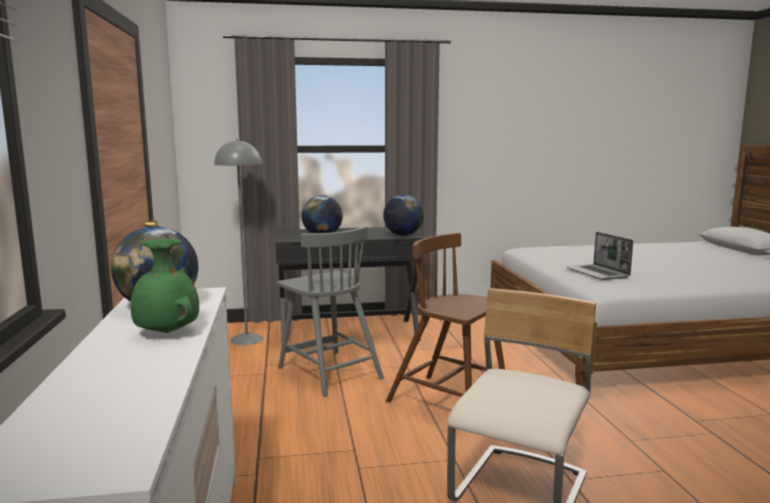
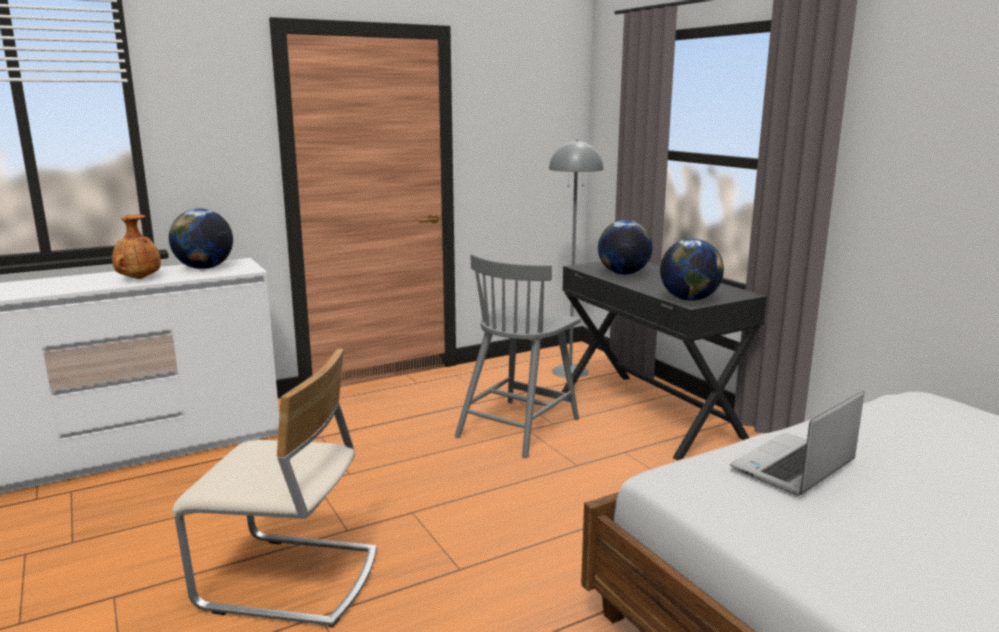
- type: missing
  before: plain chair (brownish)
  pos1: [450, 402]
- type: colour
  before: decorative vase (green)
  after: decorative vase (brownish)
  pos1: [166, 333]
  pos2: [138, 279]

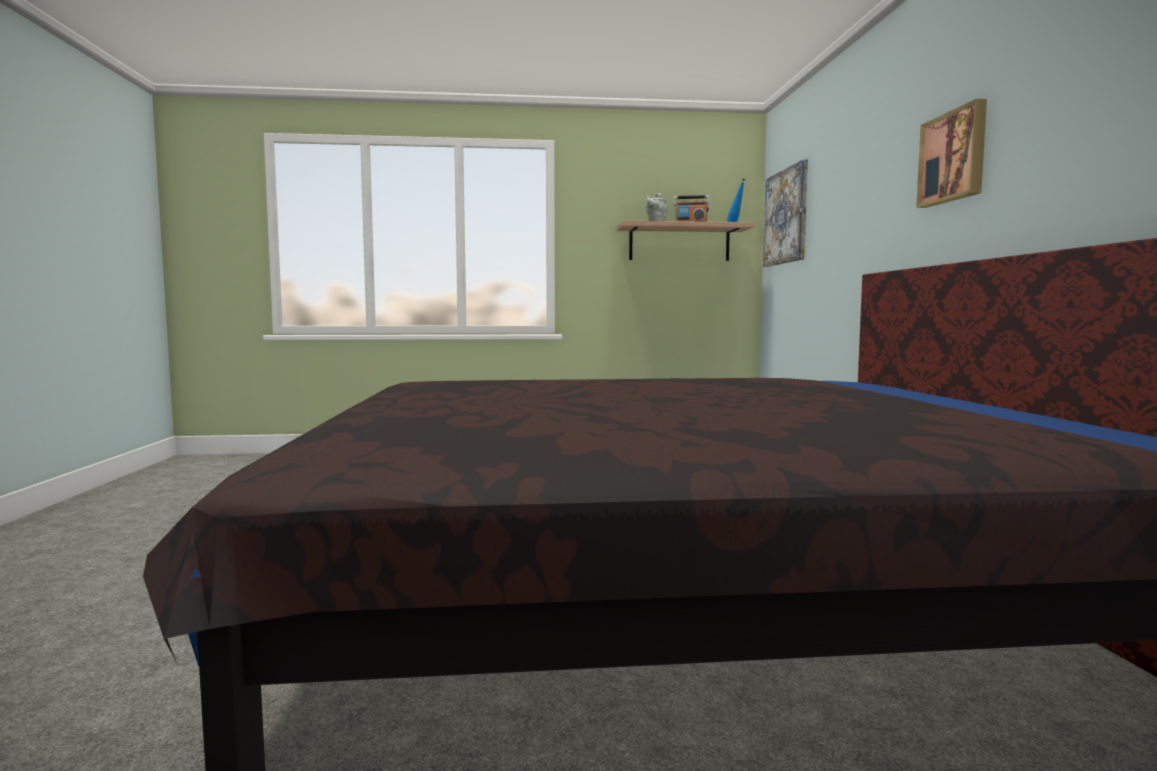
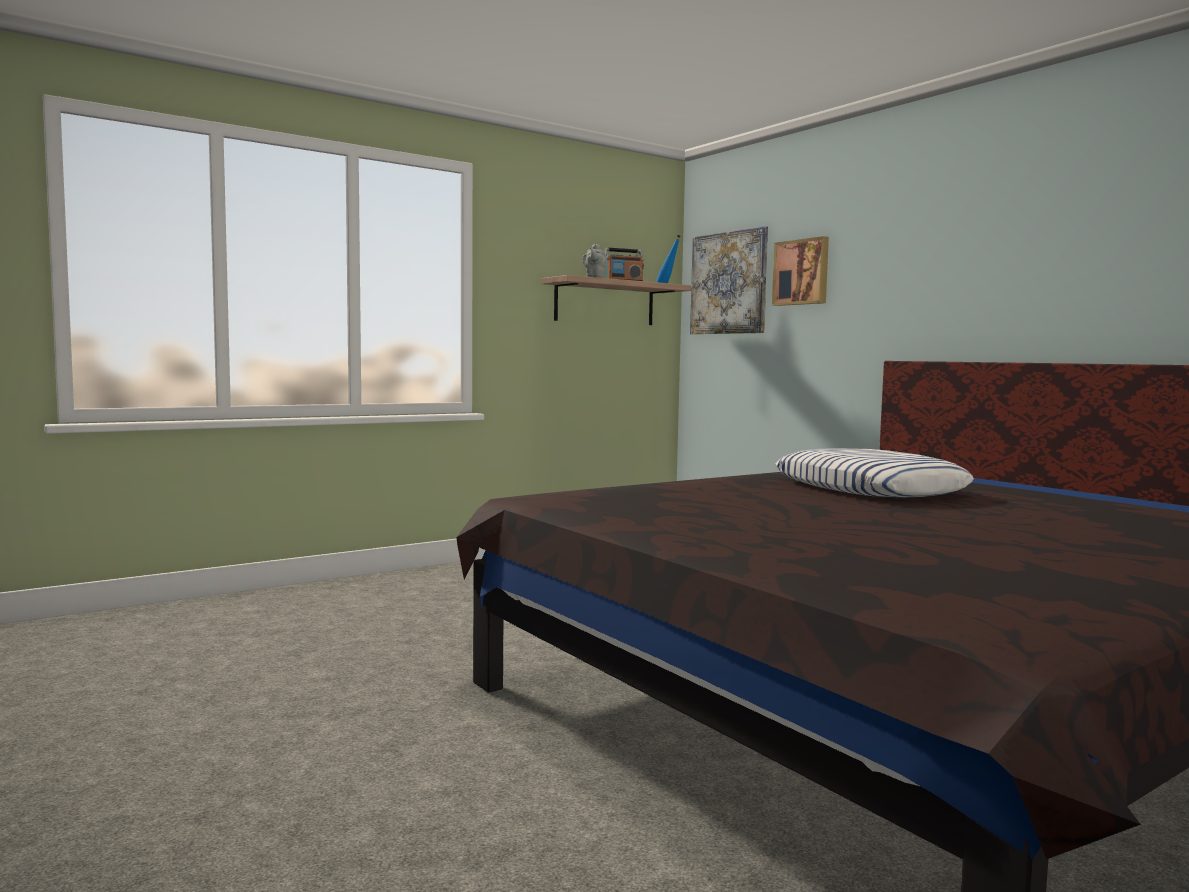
- type: relocated
  before: wall art
  pos1: [954, 157]
  pos2: [802, 272]
- type: appeared
  after: pillow
  pos2: [869, 488]

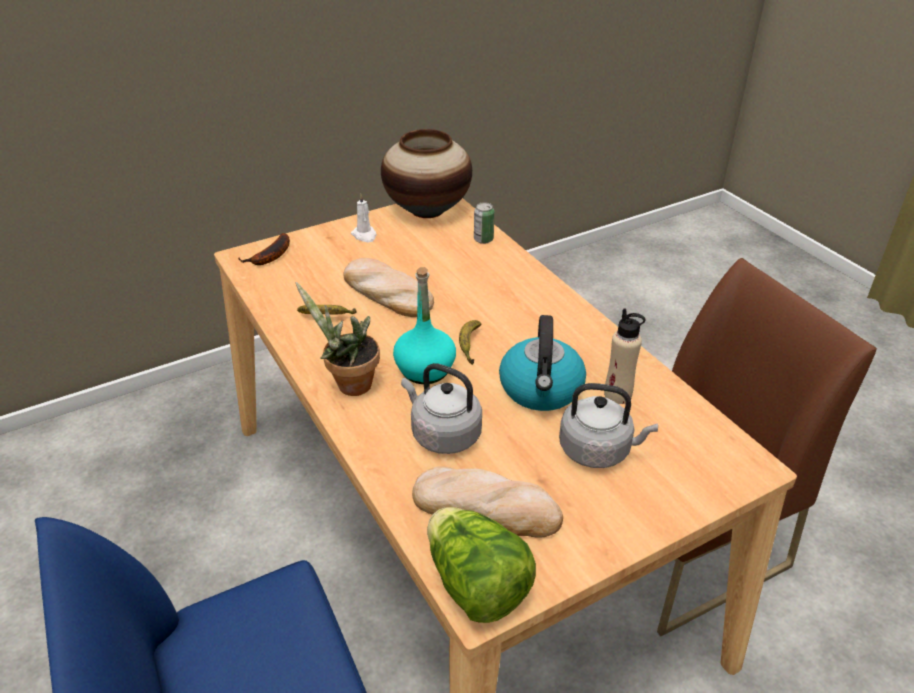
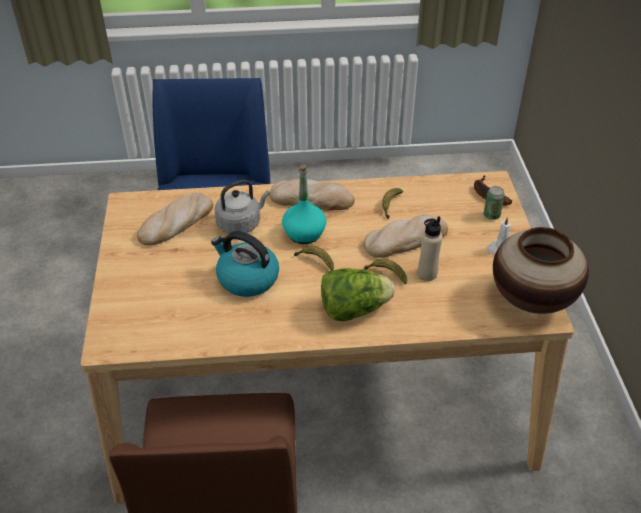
- type: relocated
  before: can
  pos1: [483, 239]
  pos2: [491, 215]
- type: exchanged
  before: houseplant
  after: baked bread
  pos1: [349, 384]
  pos2: [312, 199]
- type: relocated
  before: drink bottle (beige-coloured)
  pos1: [618, 395]
  pos2: [427, 274]
- type: missing
  before: tea kettle (greyish)
  pos1: [598, 450]
- type: relocated
  before: head of lettuce
  pos1: [475, 586]
  pos2: [354, 309]
- type: appeared
  after: banana fruit
  pos2: [387, 274]

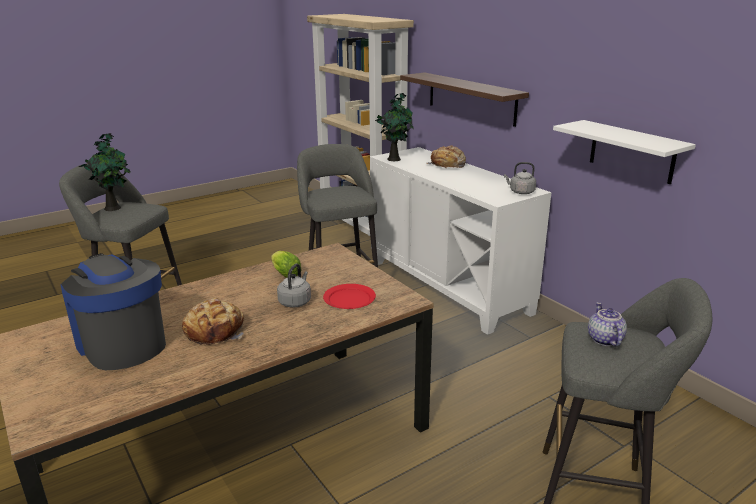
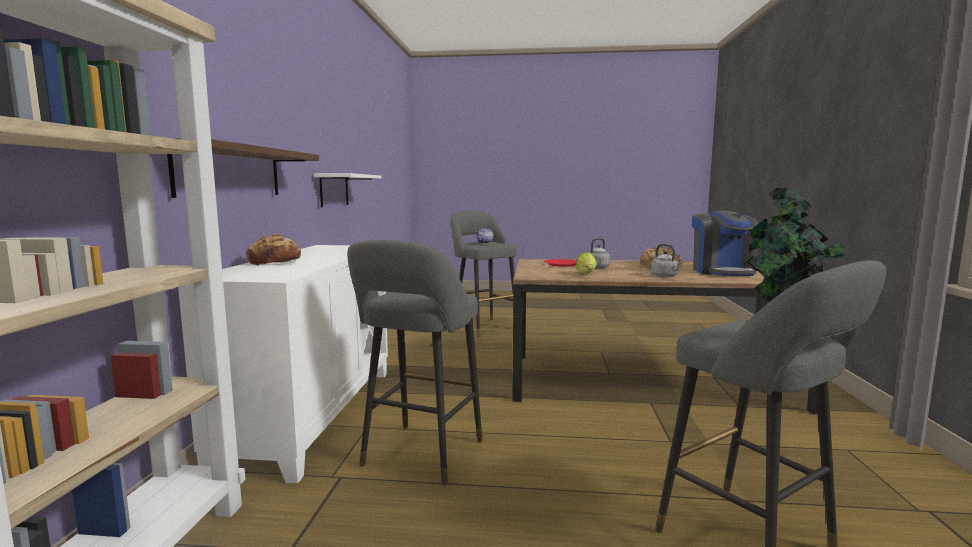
- type: missing
  before: houseplant
  pos1: [395, 159]
- type: relocated
  before: tea kettle (greyish)
  pos1: [520, 192]
  pos2: [666, 276]

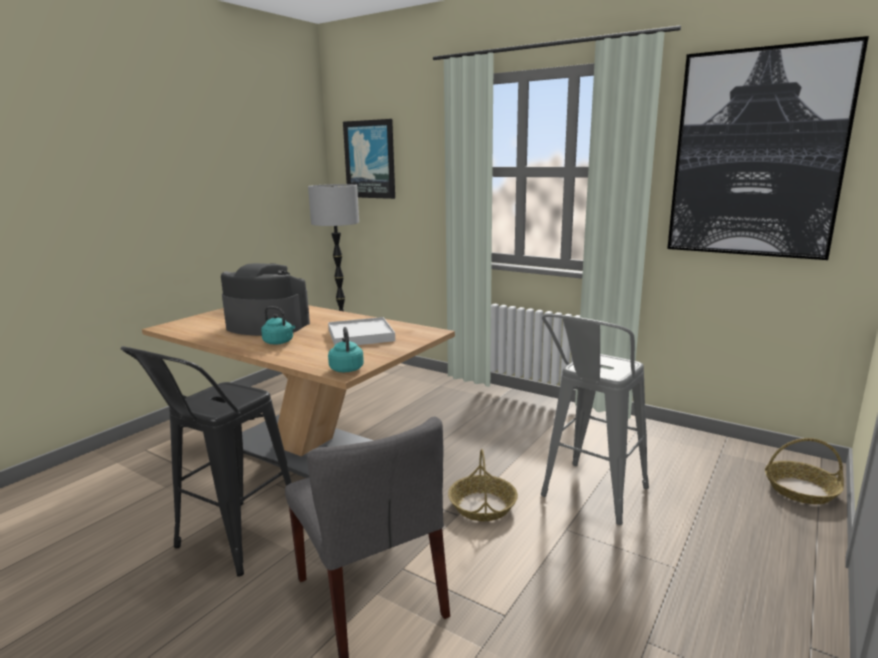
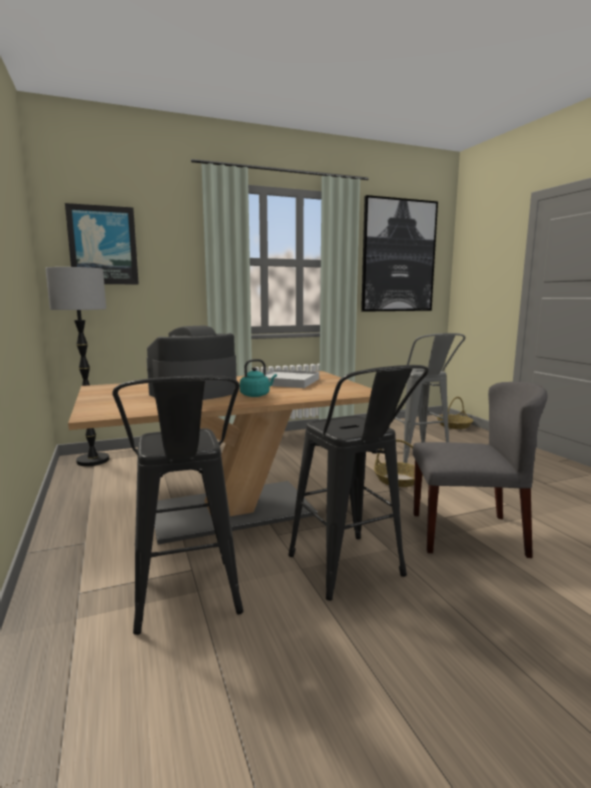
- type: missing
  before: tea kettle (turquoise)
  pos1: [346, 368]
- type: appeared
  after: stool seat (blackish)
  pos2: [186, 603]

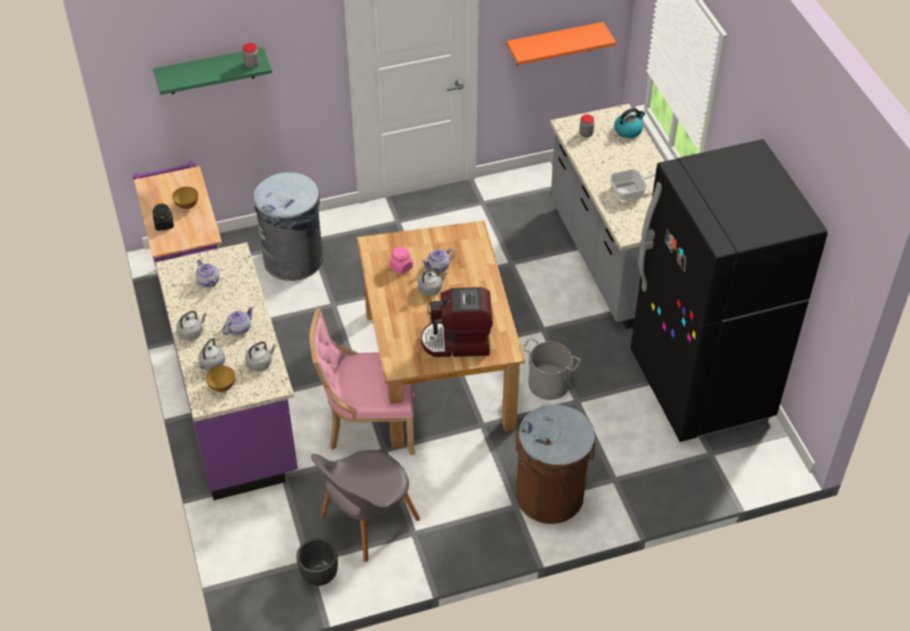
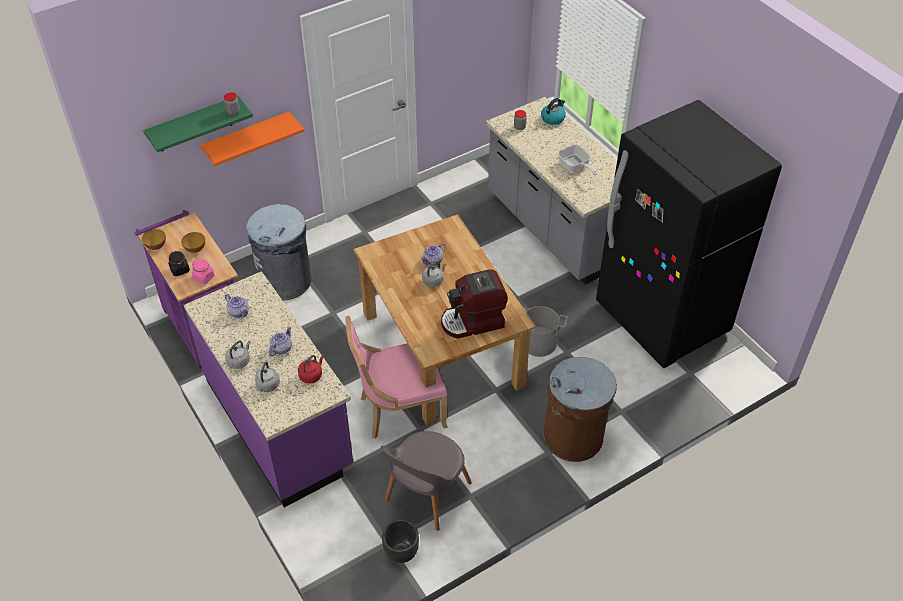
- type: relocated
  before: bracket shelf (orange-coloured)
  pos1: [554, 44]
  pos2: [247, 139]
- type: spun
  before: pan
  pos1: [632, 191]
  pos2: [575, 167]
  turn: 90
- type: relocated
  before: preserve jar (pink)
  pos1: [401, 267]
  pos2: [204, 277]
- type: colour
  before: tea kettle (greyish)
  after: tea kettle (red-coloured)
  pos1: [260, 363]
  pos2: [311, 375]
- type: relocated
  before: bowl
  pos1: [222, 387]
  pos2: [156, 246]

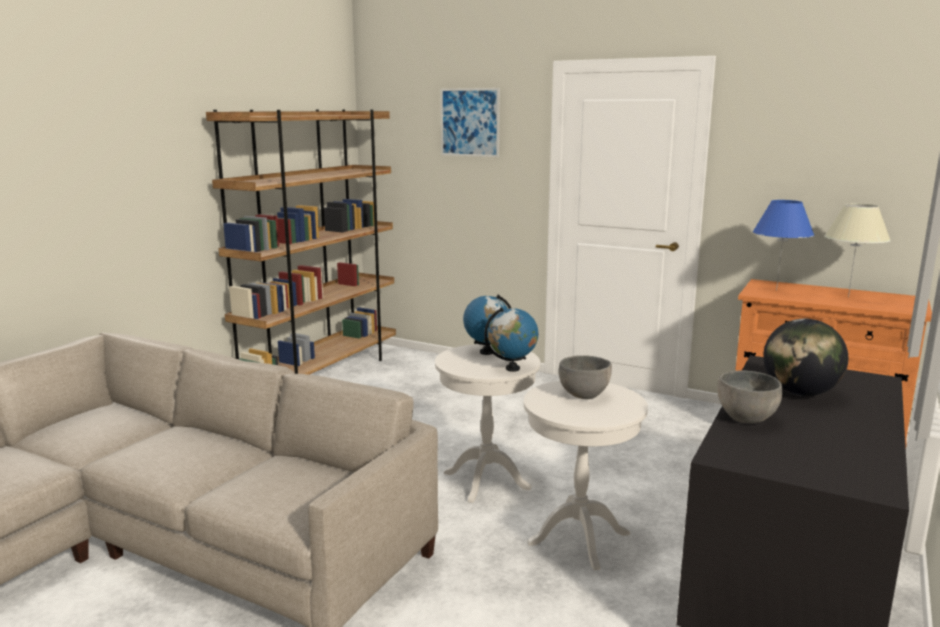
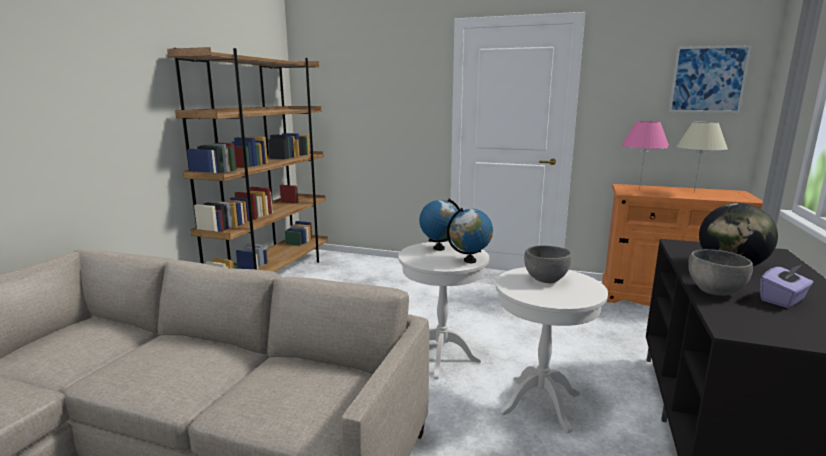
- type: relocated
  before: wall art
  pos1: [469, 122]
  pos2: [708, 79]
- type: colour
  before: tabletop lamp (blue-coloured)
  after: tabletop lamp (pink)
  pos1: [776, 290]
  pos2: [639, 190]
- type: appeared
  after: box of tissues (purple)
  pos2: [783, 300]

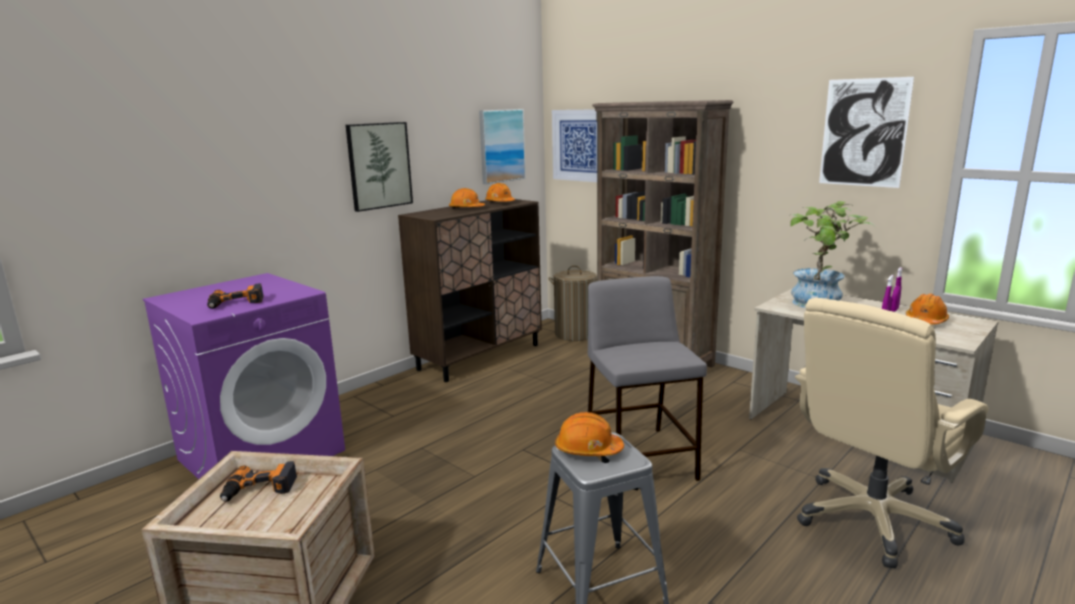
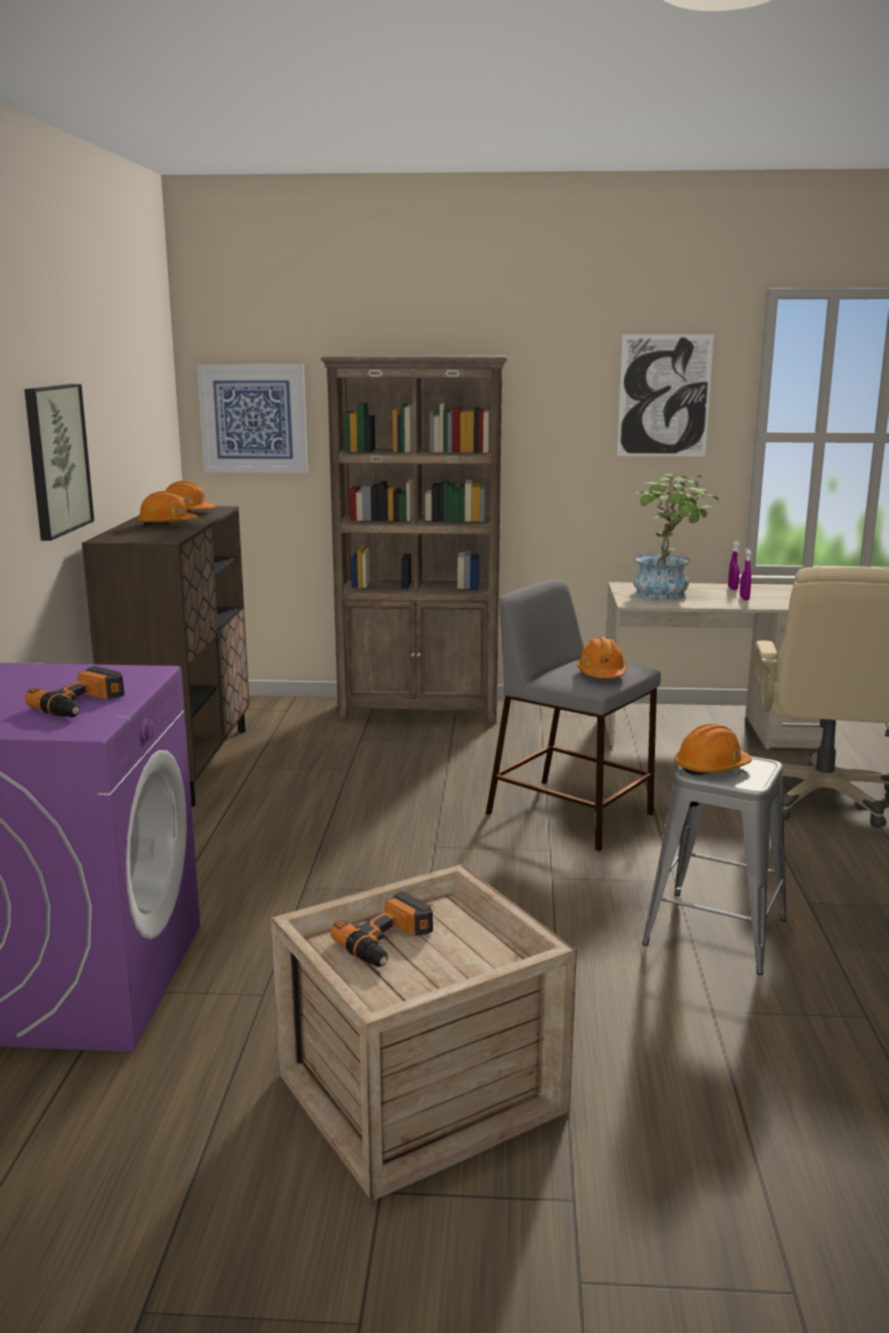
- type: missing
  before: wall art
  pos1: [501, 145]
- type: missing
  before: laundry basket
  pos1: [575, 334]
- type: relocated
  before: safety helmet (orange-coloured)
  pos1: [925, 321]
  pos2: [601, 674]

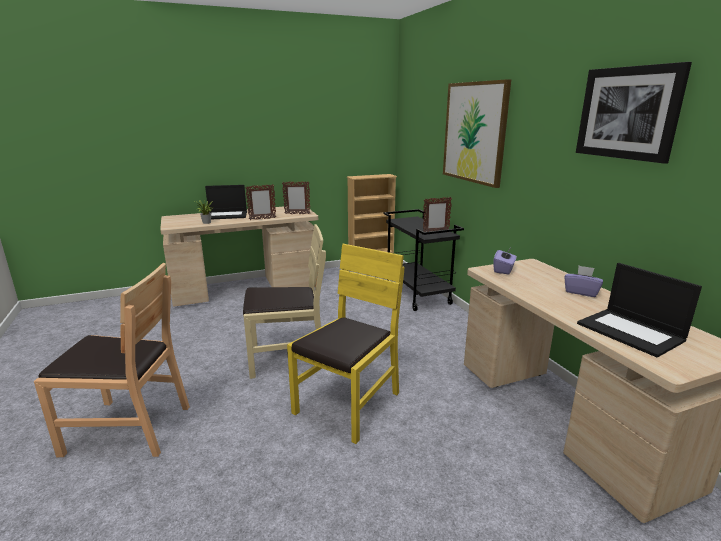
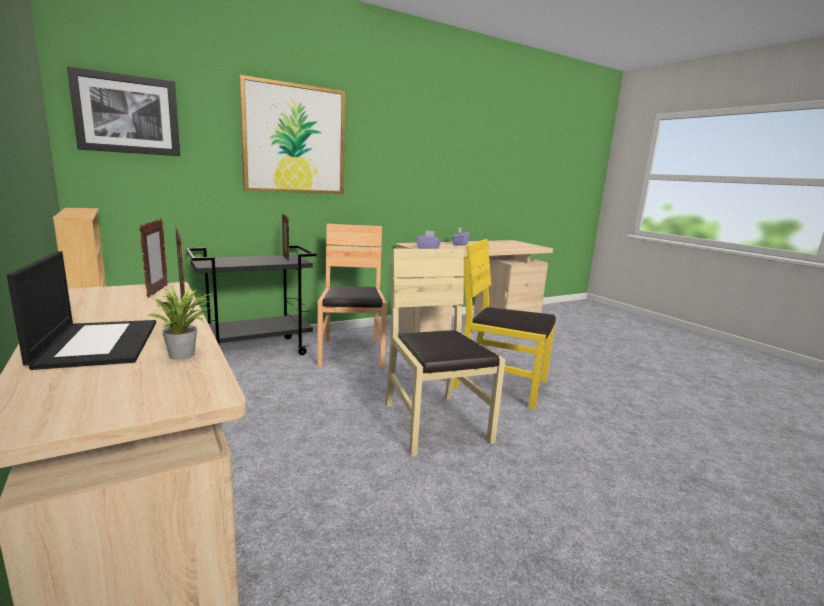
- type: relocated
  before: wall art
  pos1: [628, 113]
  pos2: [127, 114]
- type: relocated
  before: plain chair (brownish)
  pos1: [128, 428]
  pos2: [351, 352]
- type: missing
  before: laptop
  pos1: [631, 332]

